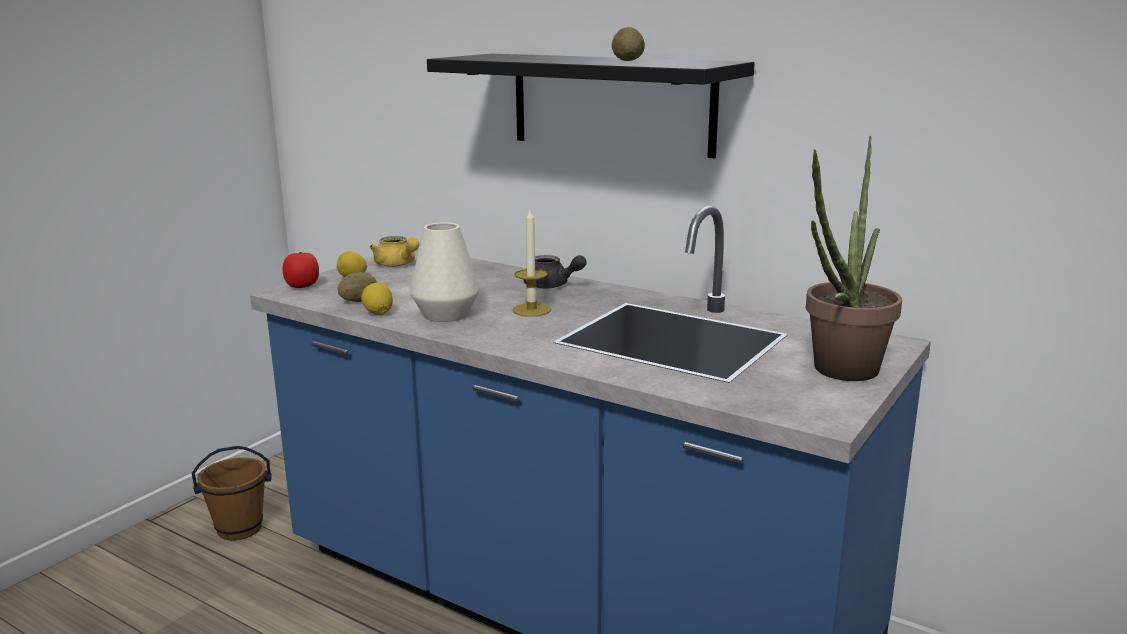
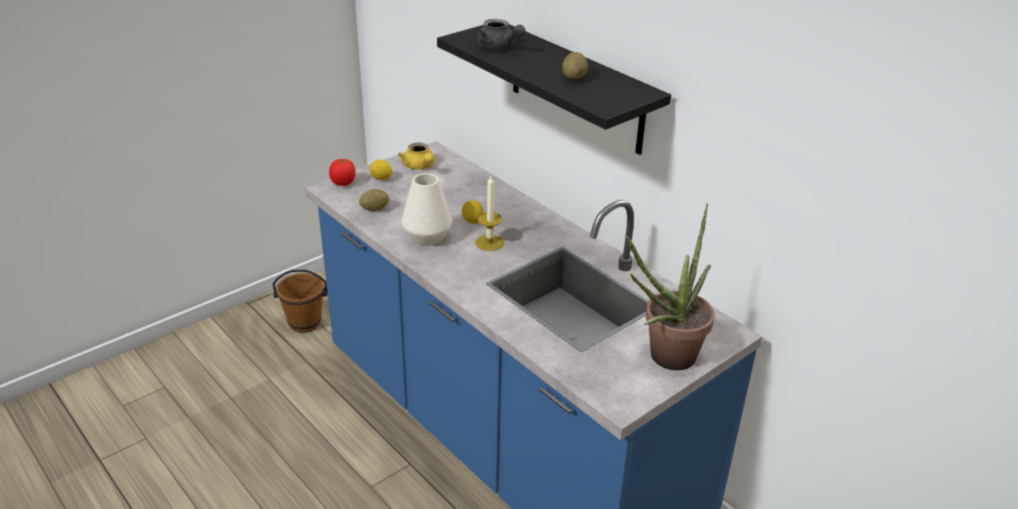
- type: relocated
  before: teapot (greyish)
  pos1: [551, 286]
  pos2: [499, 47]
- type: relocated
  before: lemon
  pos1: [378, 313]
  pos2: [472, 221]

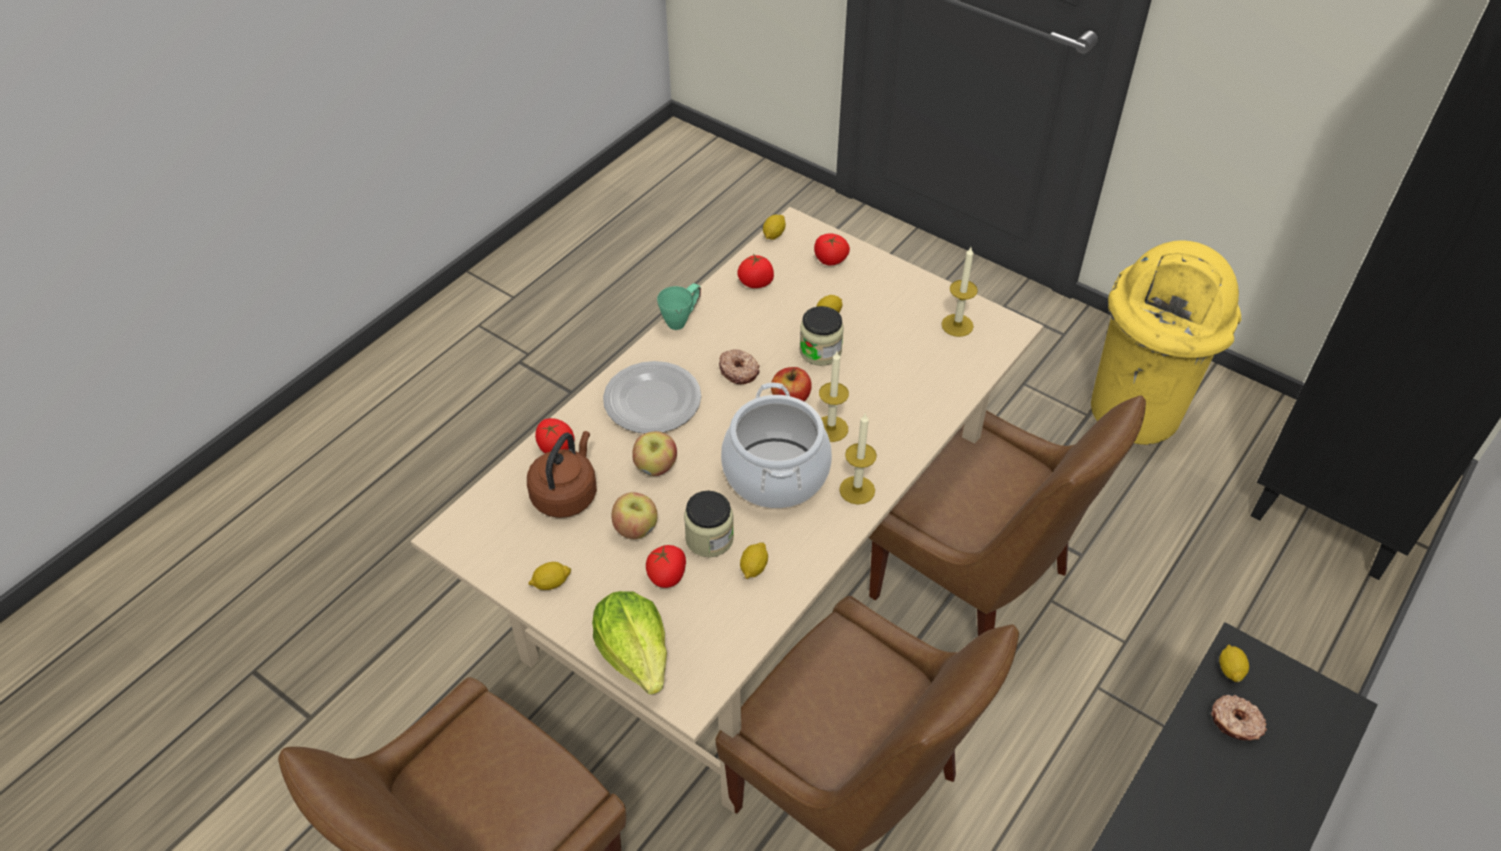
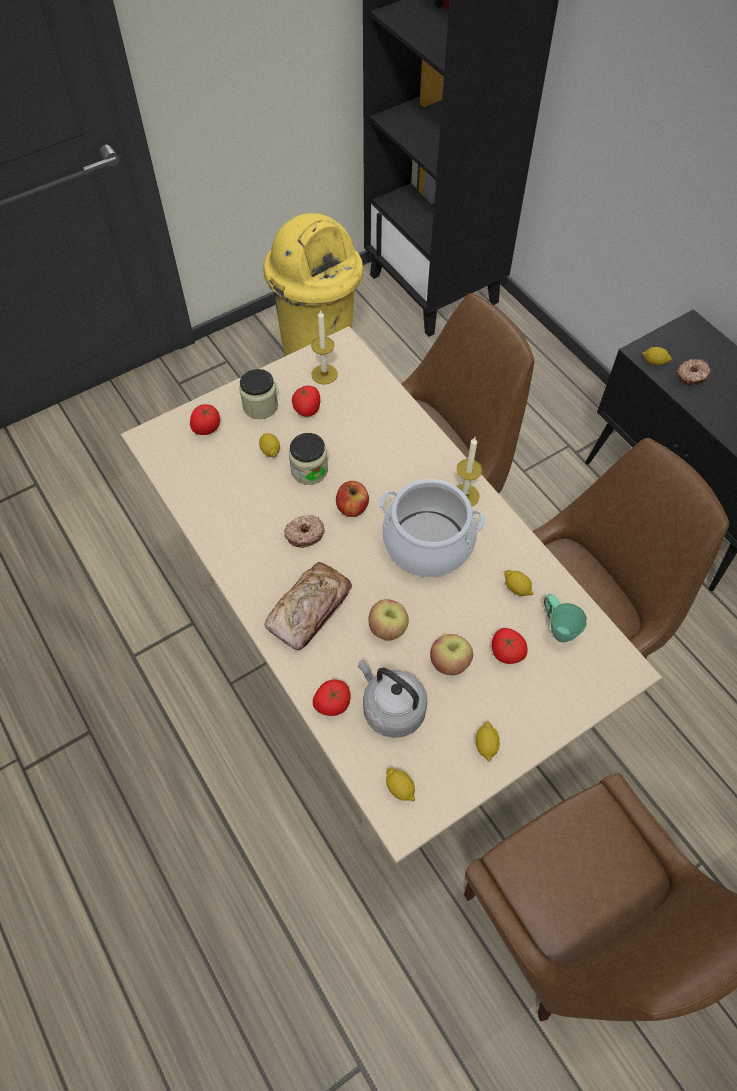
- type: relocated
  before: lemon
  pos1: [774, 234]
  pos2: [400, 788]
- type: relocated
  before: whole tomato
  pos1: [756, 282]
  pos2: [307, 409]
- type: relocated
  before: mug (green)
  pos1: [682, 319]
  pos2: [557, 627]
- type: missing
  before: wax light
  pos1: [831, 428]
- type: exchanged
  before: plate
  after: baked bread
  pos1: [651, 401]
  pos2: [309, 610]
- type: colour
  before: tea kettle (brownish)
  after: tea kettle (greyish)
  pos1: [566, 494]
  pos2: [391, 708]
- type: relocated
  before: preserve jar
  pos1: [709, 538]
  pos2: [260, 406]
- type: missing
  before: head of lettuce
  pos1: [636, 655]

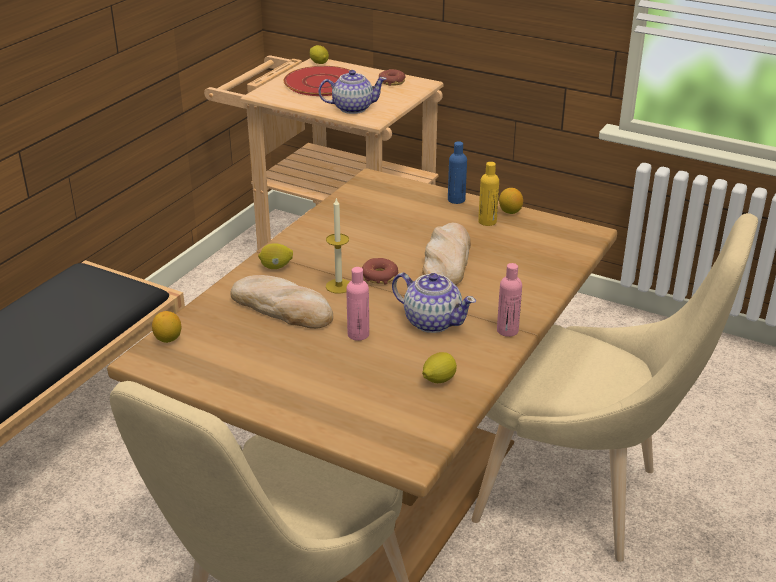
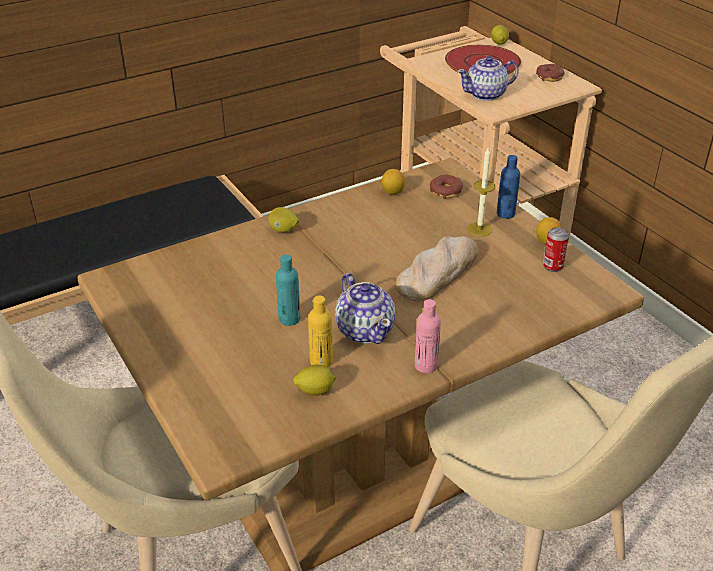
- type: spun
  before: teapot
  pos1: [352, 108]
  pos2: [486, 95]
  turn: 135
- type: relocated
  before: drink bottle (yellow)
  pos1: [487, 221]
  pos2: [321, 361]
- type: relocated
  before: wax light
  pos1: [339, 286]
  pos2: [479, 229]
- type: relocated
  before: ring doughnut
  pos1: [379, 276]
  pos2: [446, 191]
- type: colour
  before: drink bottle (pink)
  after: drink bottle (turquoise)
  pos1: [358, 334]
  pos2: [289, 319]
- type: missing
  before: baked bread
  pos1: [282, 307]
- type: relocated
  before: lemon
  pos1: [168, 339]
  pos2: [393, 192]
- type: appeared
  after: can
  pos2: [552, 266]

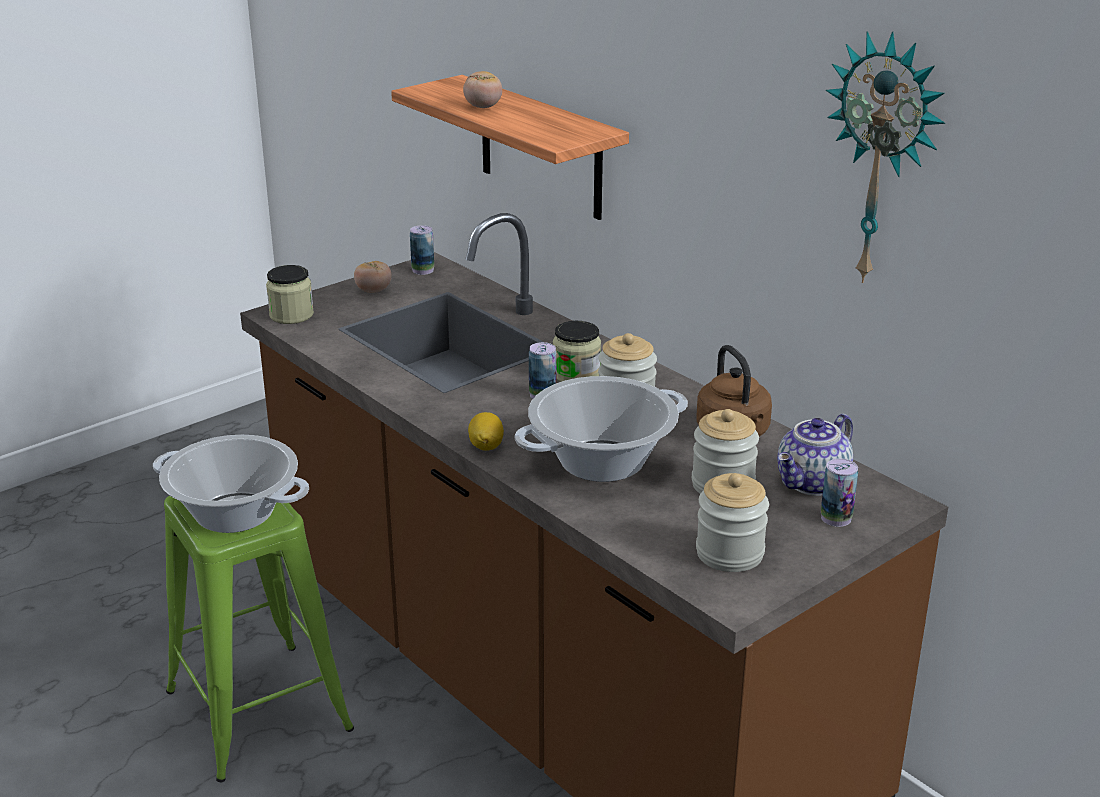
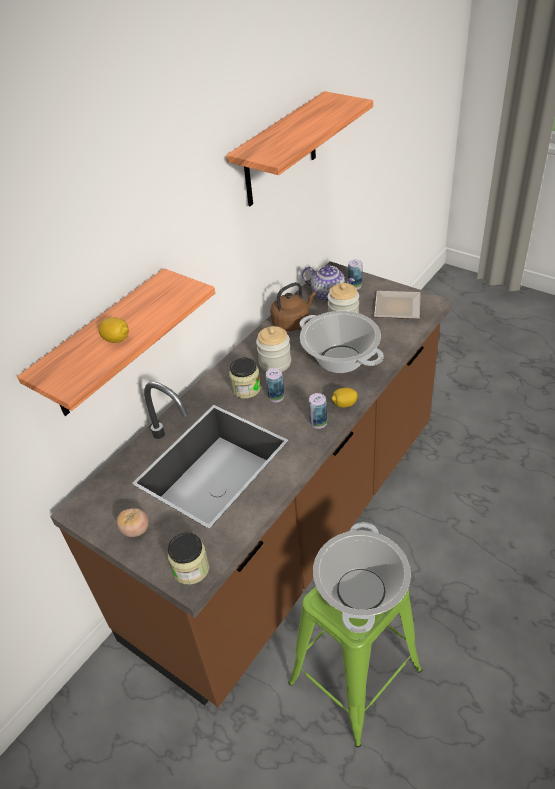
- type: exchanged
  before: clock on the wall
  after: bracket shelf
  pos1: [883, 160]
  pos2: [280, 151]
- type: exchanged
  before: whole tomato
  after: lemon
  pos1: [483, 107]
  pos2: [117, 339]
- type: relocated
  before: can
  pos1: [423, 270]
  pos2: [318, 422]
- type: exchanged
  before: preserve jar
  after: plate
  pos1: [729, 553]
  pos2: [399, 308]

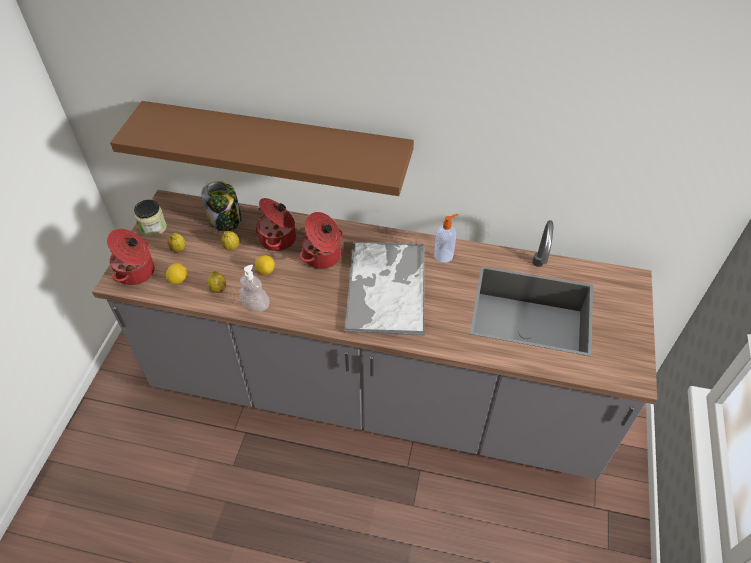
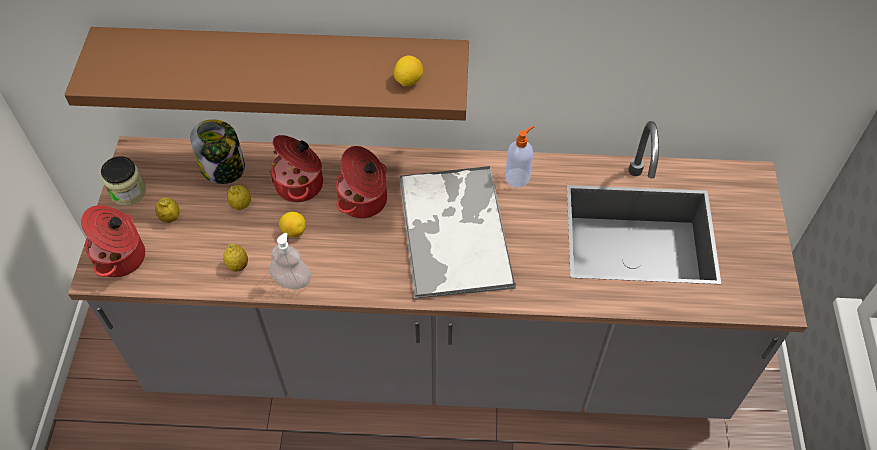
- type: relocated
  before: lemon
  pos1: [178, 280]
  pos2: [408, 81]

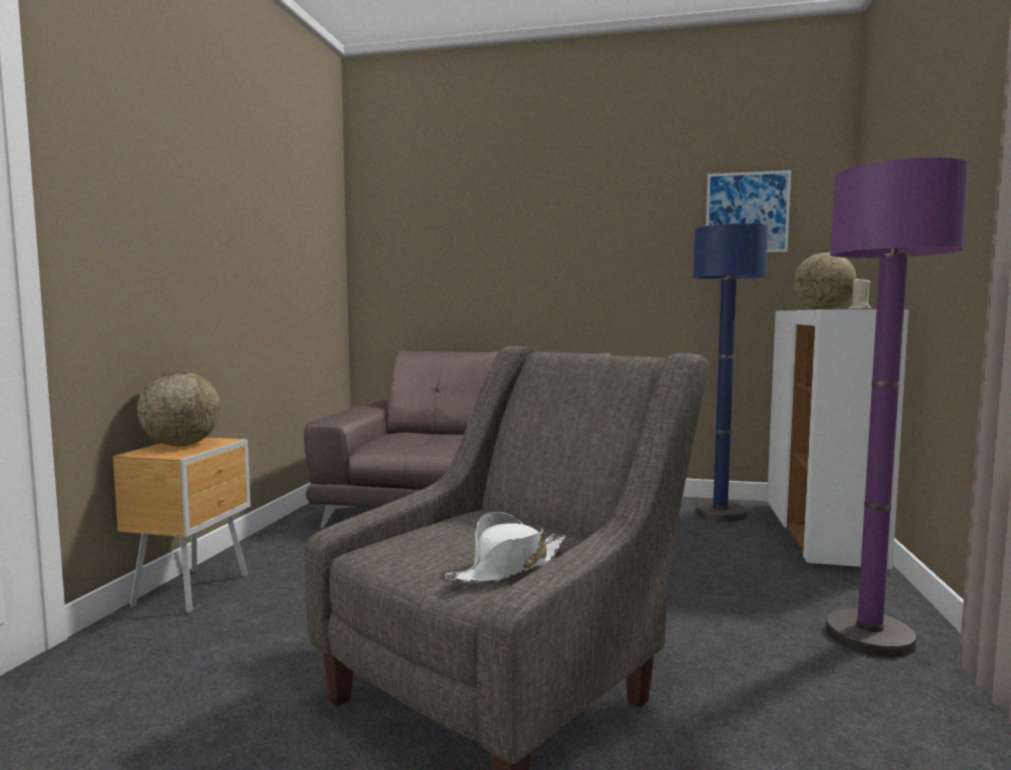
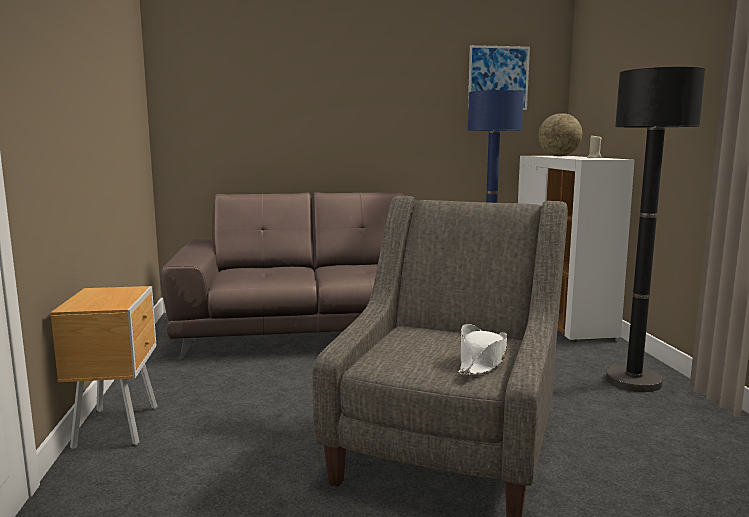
- type: colour
  before: standard lamp (purple)
  after: standard lamp (blackish)
  pos1: [869, 636]
  pos2: [633, 381]
- type: missing
  before: world globe
  pos1: [182, 445]

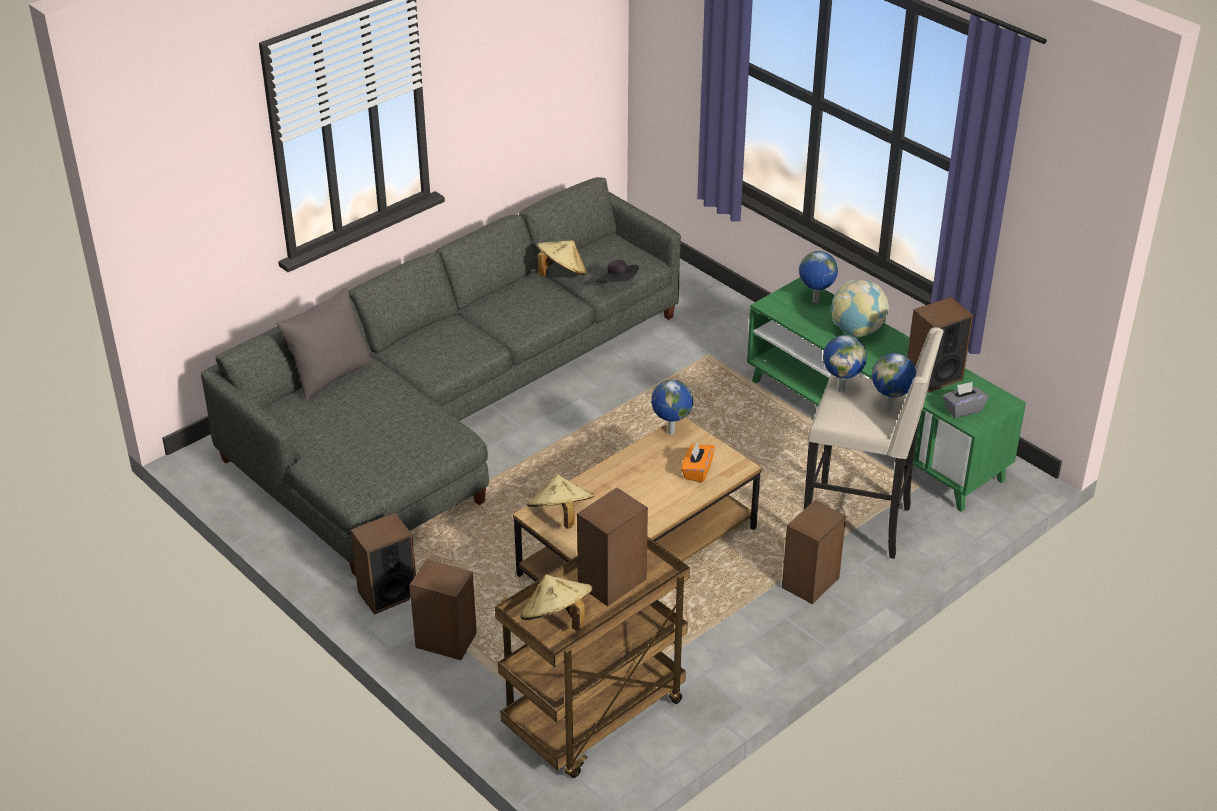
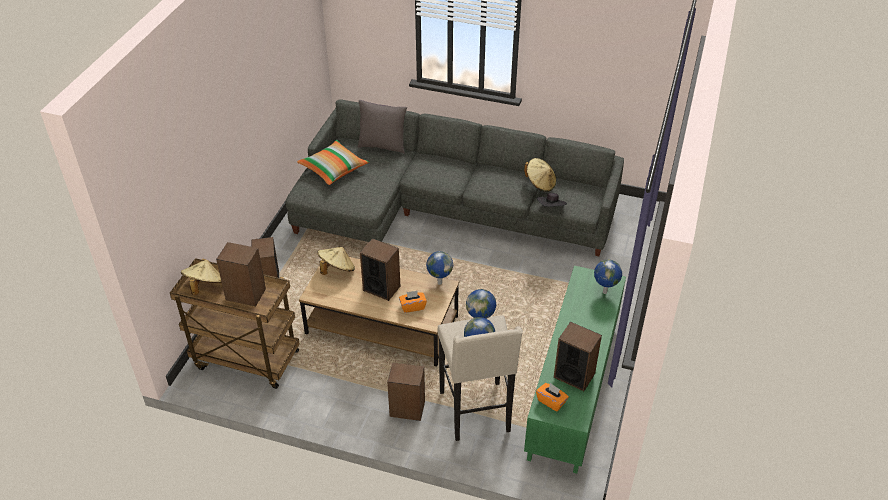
- type: missing
  before: world globe
  pos1: [857, 331]
- type: colour
  before: box of tissues (greyish)
  after: box of tissues (orange-coloured)
  pos1: [963, 409]
  pos2: [551, 401]
- type: relocated
  before: audio speaker
  pos1: [387, 594]
  pos2: [381, 288]
- type: appeared
  after: pillow
  pos2: [333, 169]

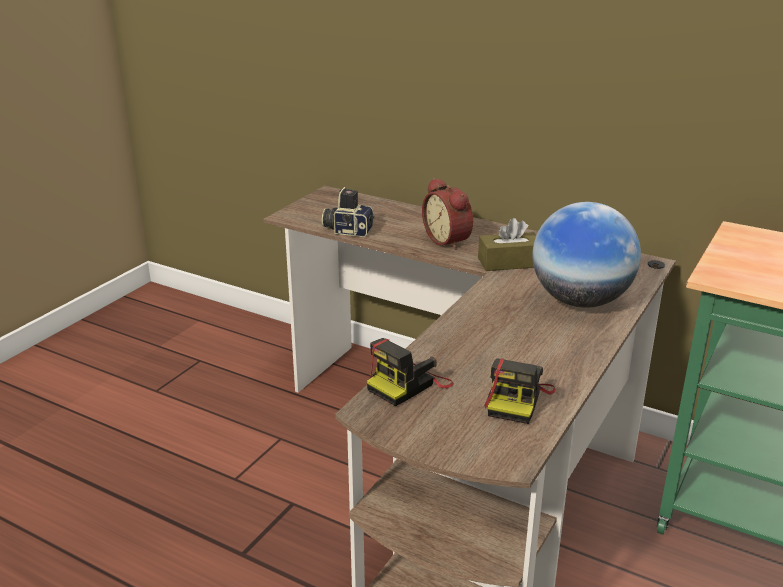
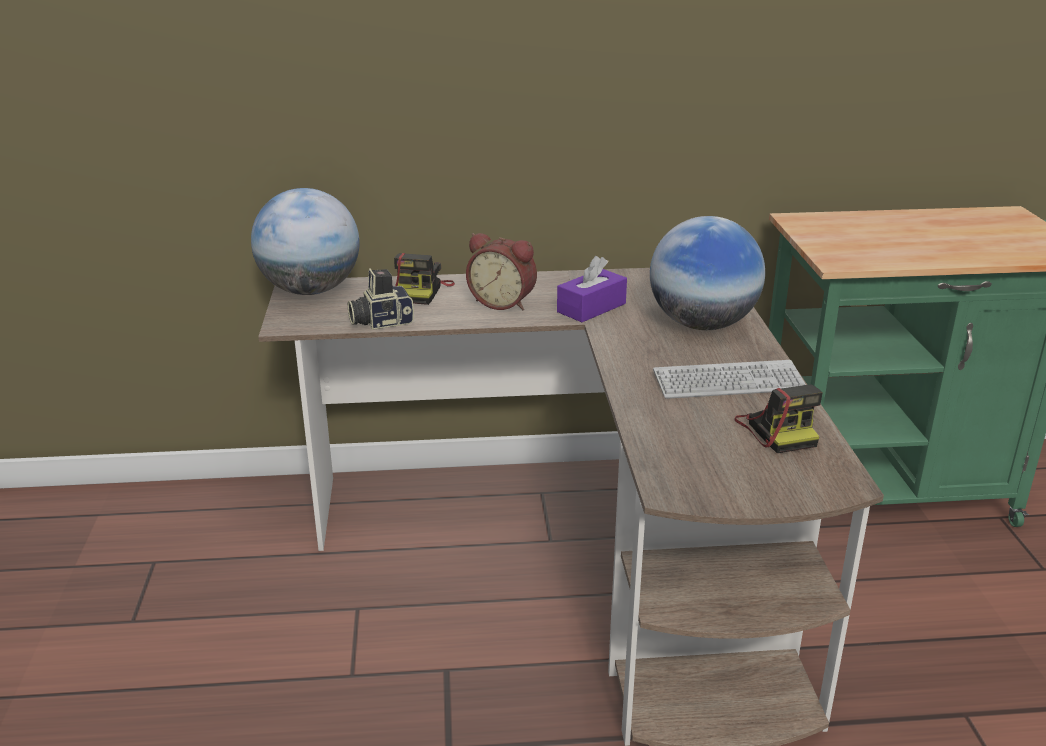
- type: colour
  before: box of tissues (brownish)
  after: box of tissues (purple)
  pos1: [509, 262]
  pos2: [591, 308]
- type: relocated
  before: still camera
  pos1: [408, 385]
  pos2: [422, 292]
- type: appeared
  after: world globe
  pos2: [311, 290]
- type: appeared
  after: keyboard
  pos2: [728, 382]

